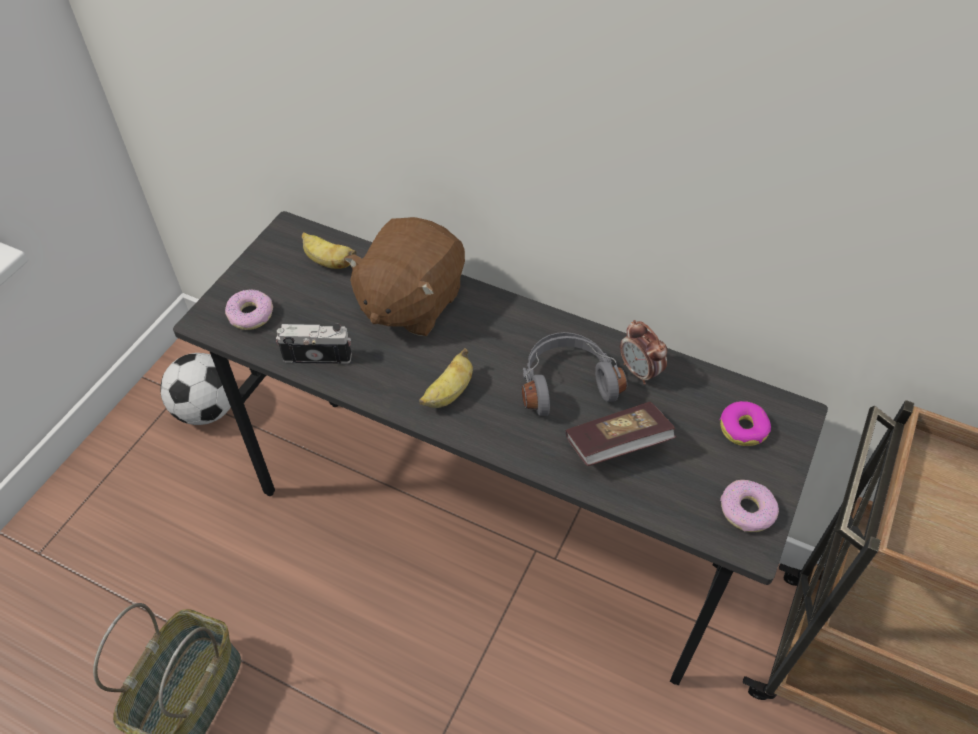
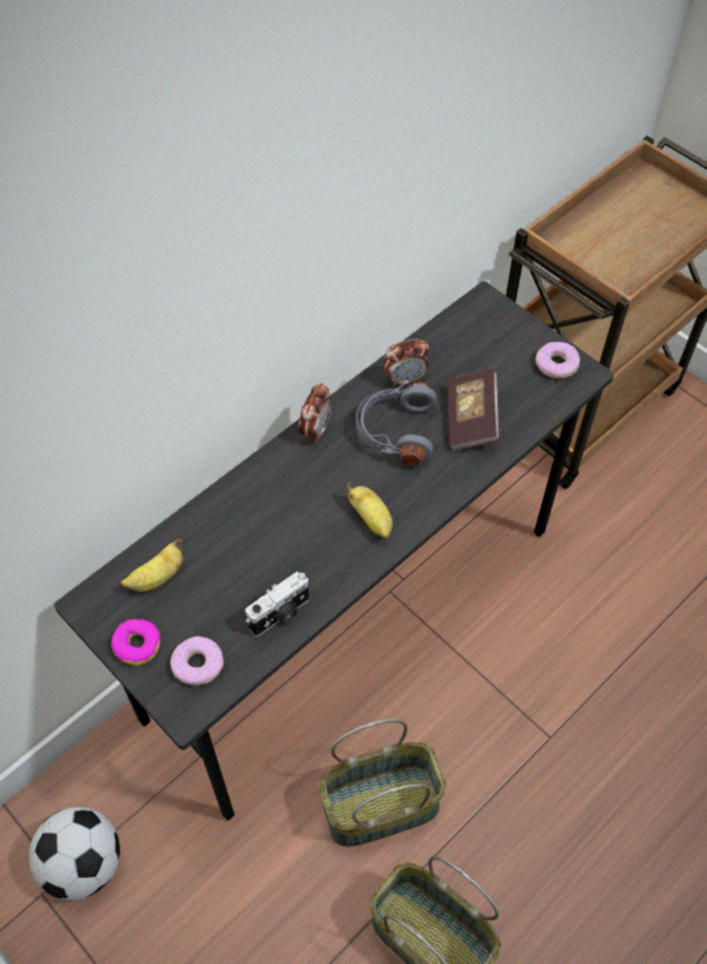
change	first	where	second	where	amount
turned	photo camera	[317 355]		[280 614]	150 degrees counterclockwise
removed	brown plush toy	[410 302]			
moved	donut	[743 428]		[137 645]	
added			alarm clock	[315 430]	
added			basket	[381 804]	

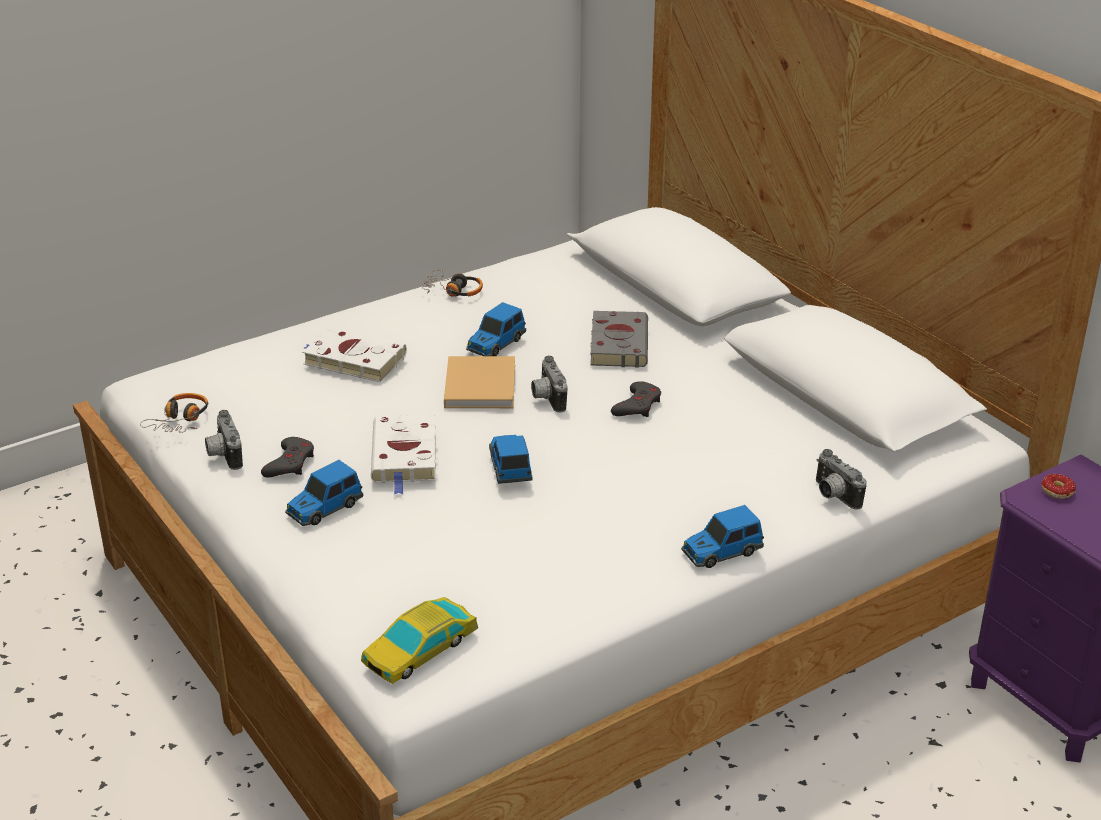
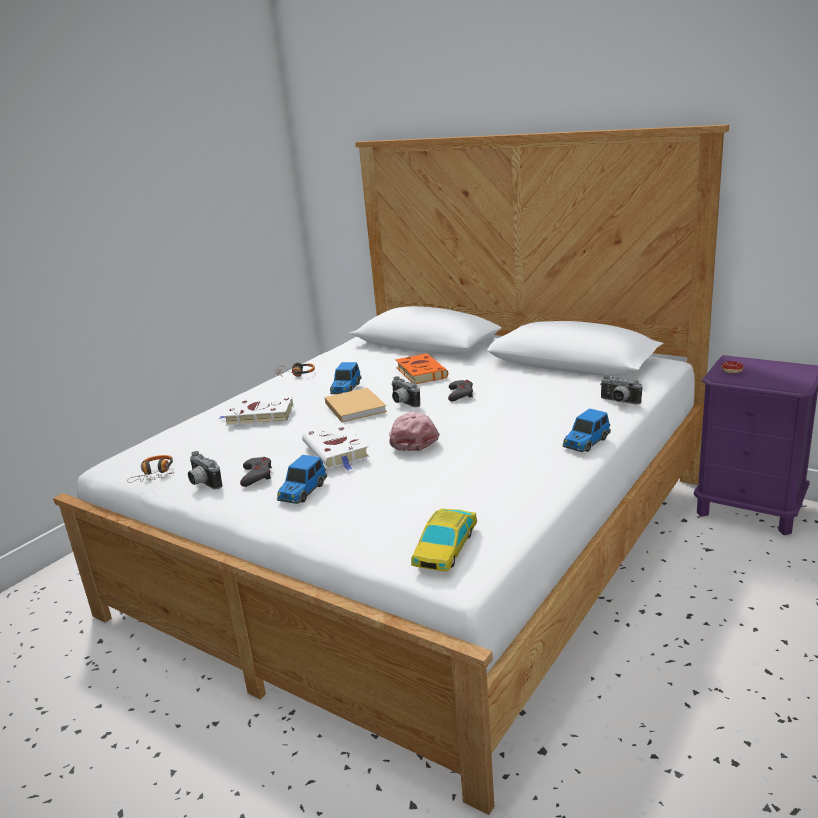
change	first	where	second	where	amount
replaced	toy car	[510 467]	pink cap	[412 439]	
recoloured	grey book	[618 343]	orange book	[420 372]	

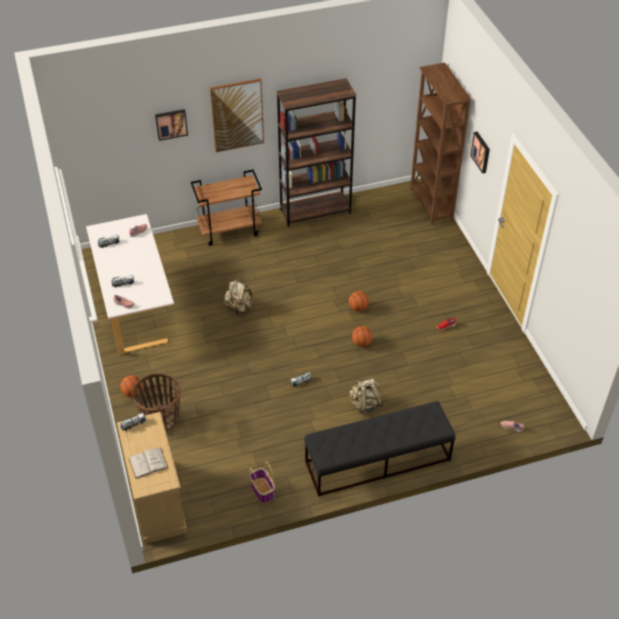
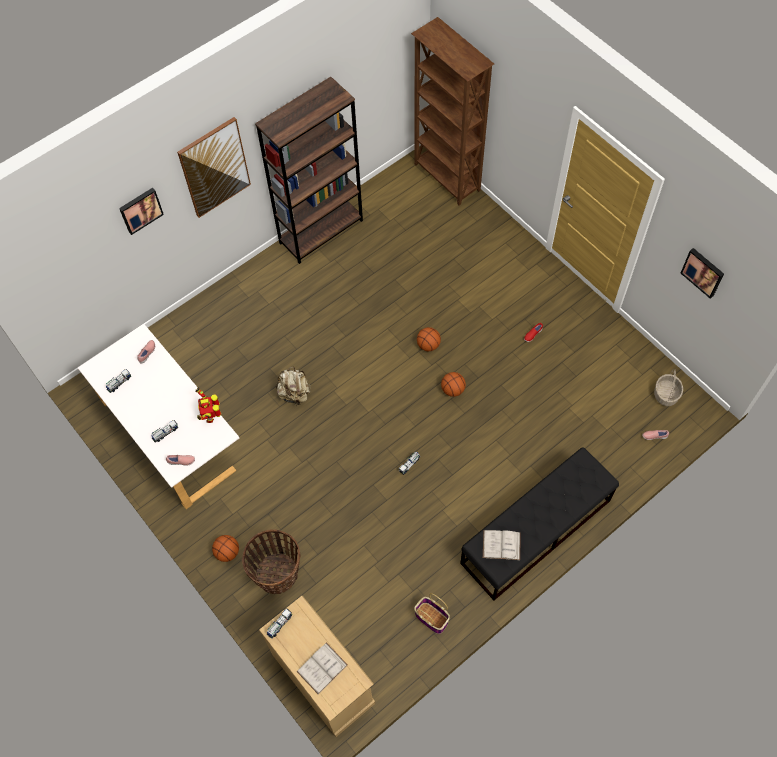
change	first	where	second	where	amount
removed	brown cart	[230 230]			
removed	beige backpack	[365 404]			
moved	picture	[481 152]		[703 272]	
added			toy robot	[211 416]	
added			white book	[501 545]	
added			basket	[666 395]	

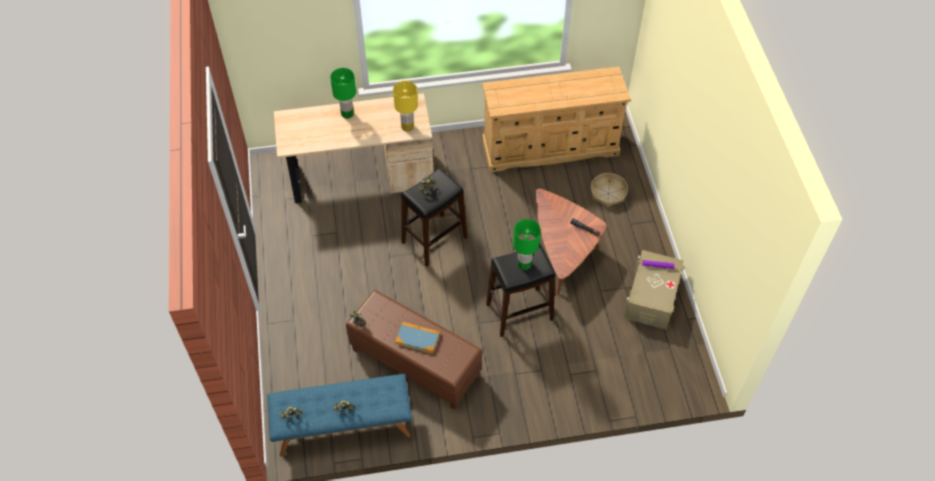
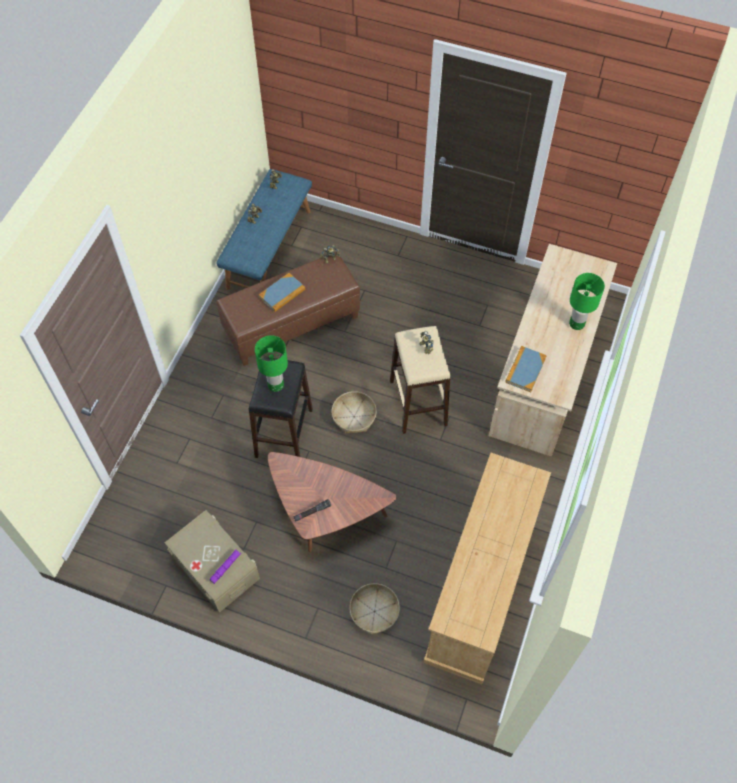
change	first	where	second	where	amount
replaced	yellow table lamp	[408 127]	book	[525 370]	
recoloured	black stool	[434 240]	beige stool	[418 403]	
added			basket	[354 416]	

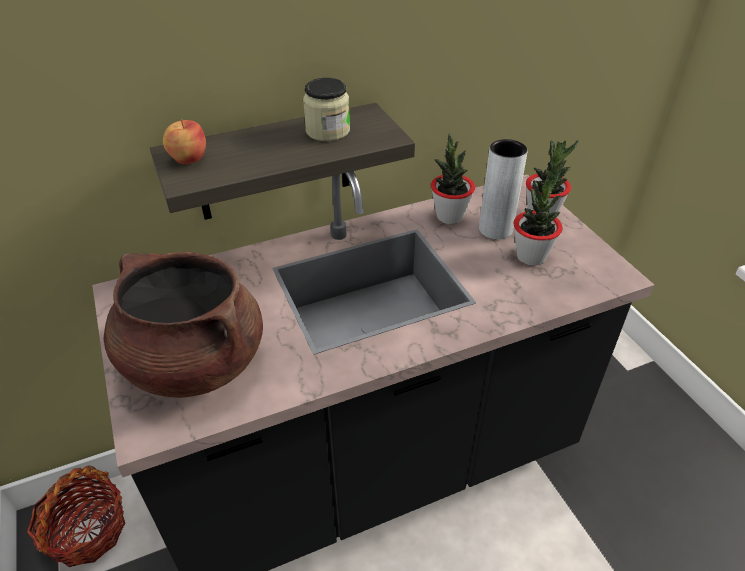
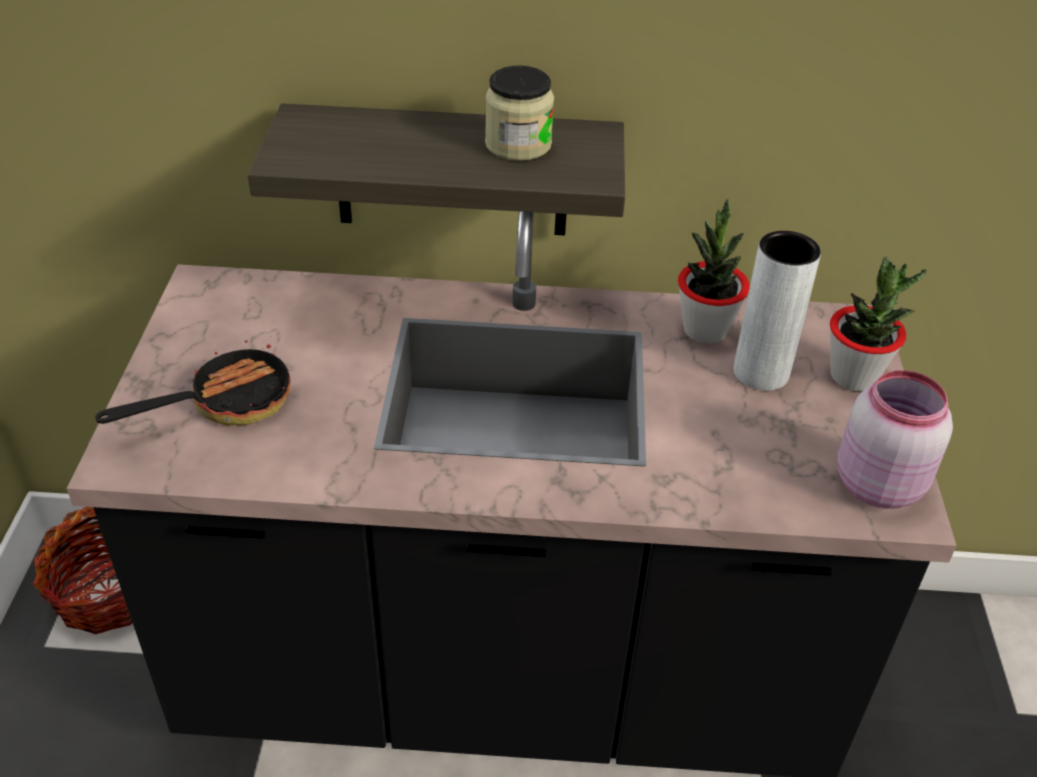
change	first	where	second	where	amount
replaced	brown cooking pot	[194 362]	frying pan	[226 402]	
removed	apple	[188 158]			
removed	potted plant	[531 256]			
added			pink jar	[876 482]	

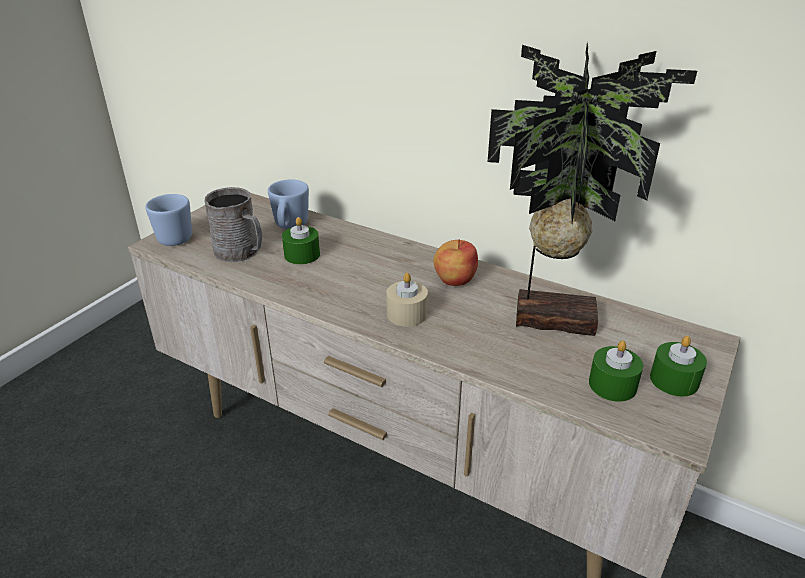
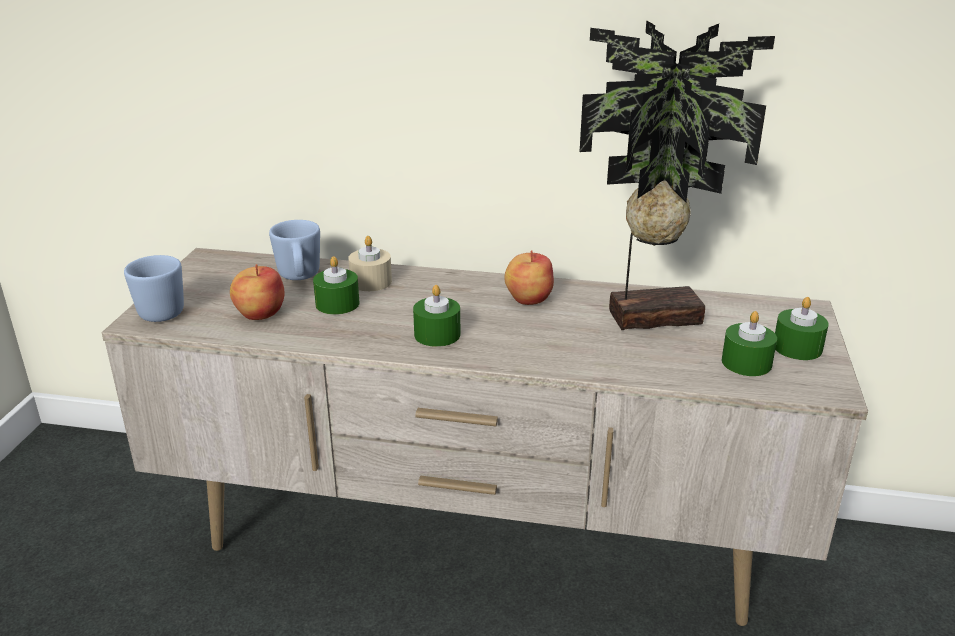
change	first	where	second	where	amount
replaced	grey mug	[241 252]	apple	[260 313]	
moved	beige candle	[407 314]		[371 281]	
added			green candle	[437 334]	

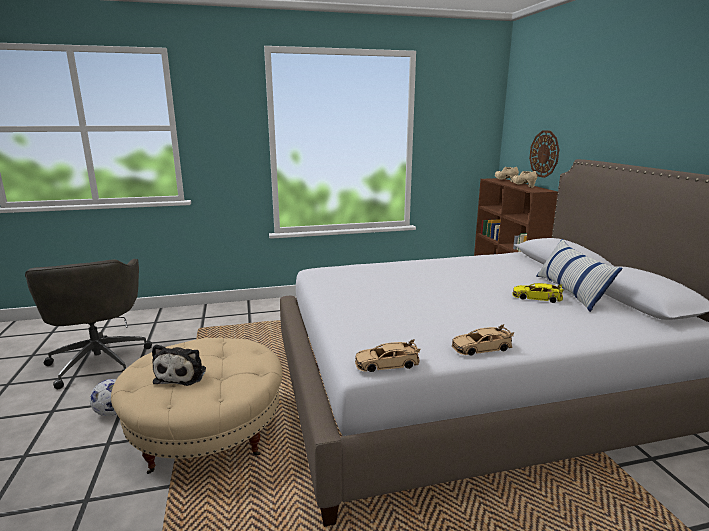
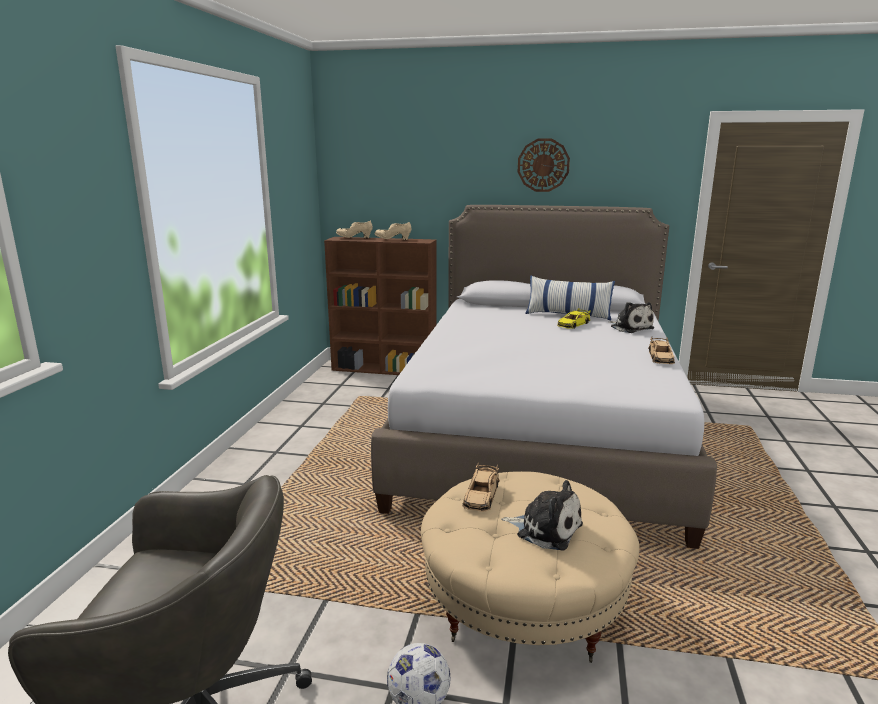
change	first	where	second	where	amount
moved	beige toy car	[387 364]		[481 495]	
moved	wall clock	[544 154]		[543 165]	
added			plush toy	[630 328]	

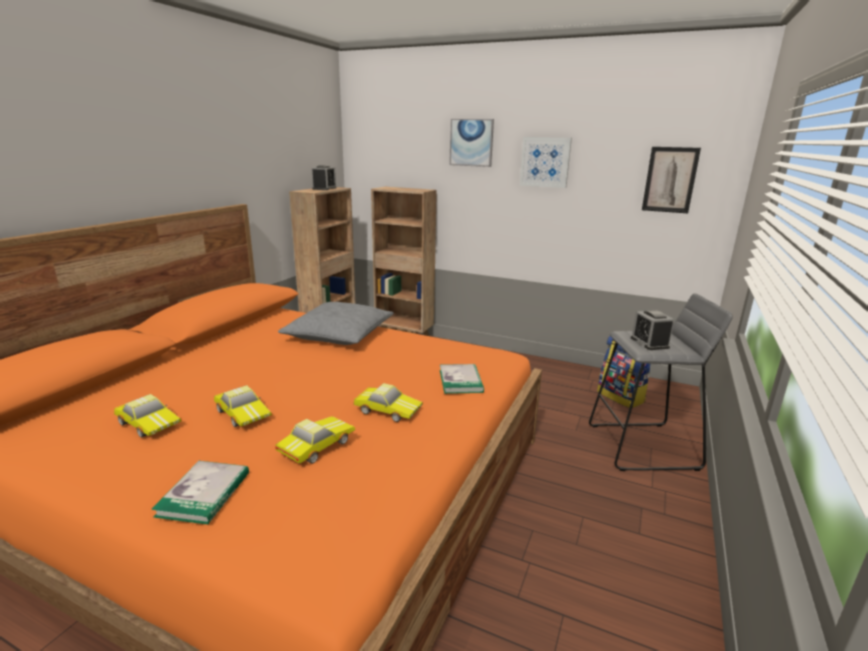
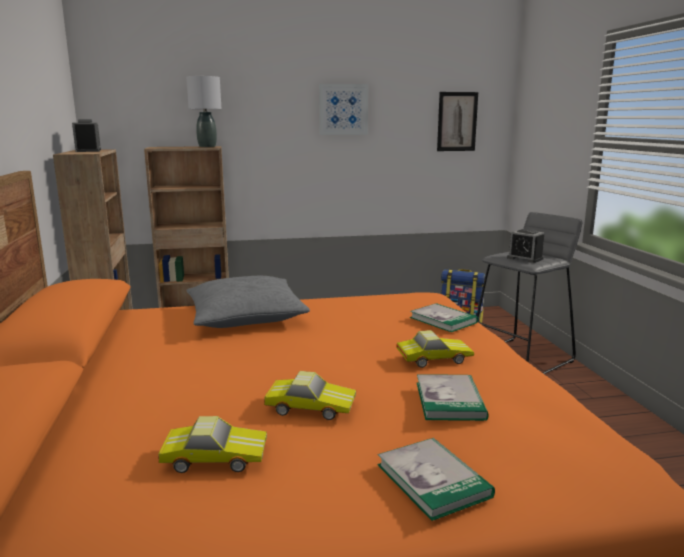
change	first	where	second	where	amount
replaced	toy car	[315 445]	book	[449 400]	
removed	picture	[471 142]			
added			grey table lamp	[207 146]	

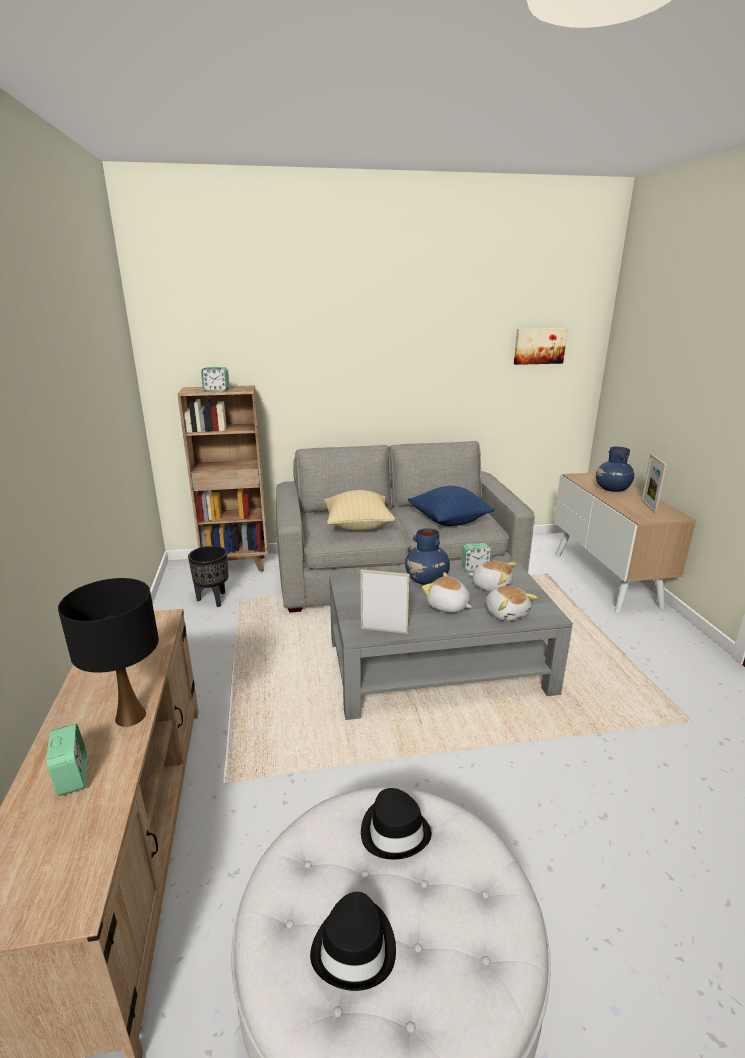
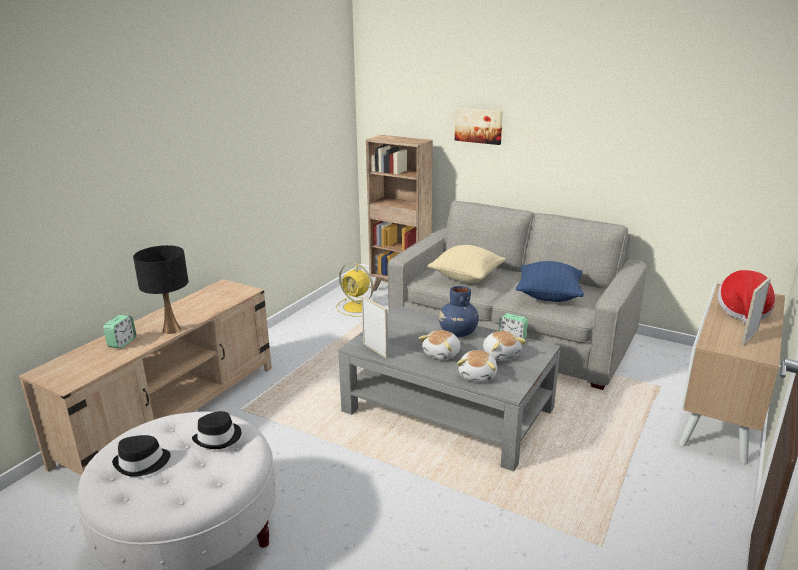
change	first	where	second	where	amount
replaced	black planter	[213 599]	yellow fan	[358 307]	
removed	alarm clock	[216 390]			
turned	plush toy	[447 606]		[442 354]	135 degrees counterclockwise
moved	picture	[539 346]		[479 125]	
replaced	blue vase	[612 489]	hat	[742 312]	

